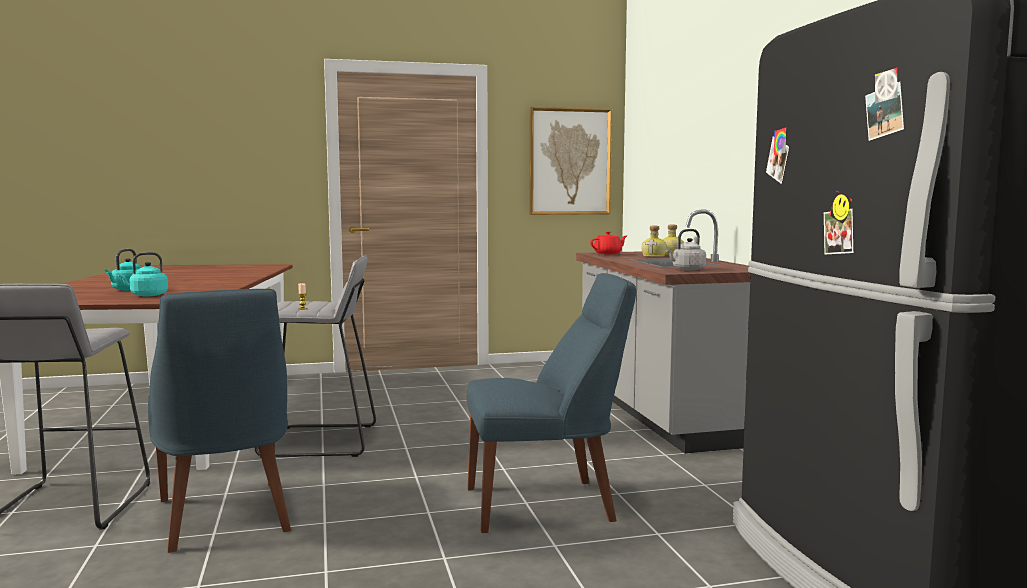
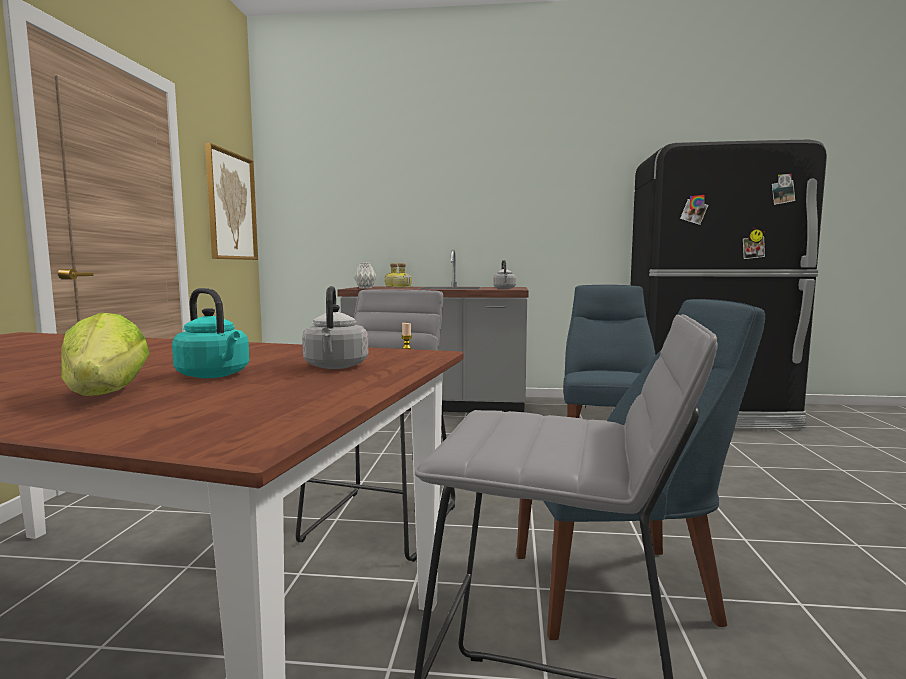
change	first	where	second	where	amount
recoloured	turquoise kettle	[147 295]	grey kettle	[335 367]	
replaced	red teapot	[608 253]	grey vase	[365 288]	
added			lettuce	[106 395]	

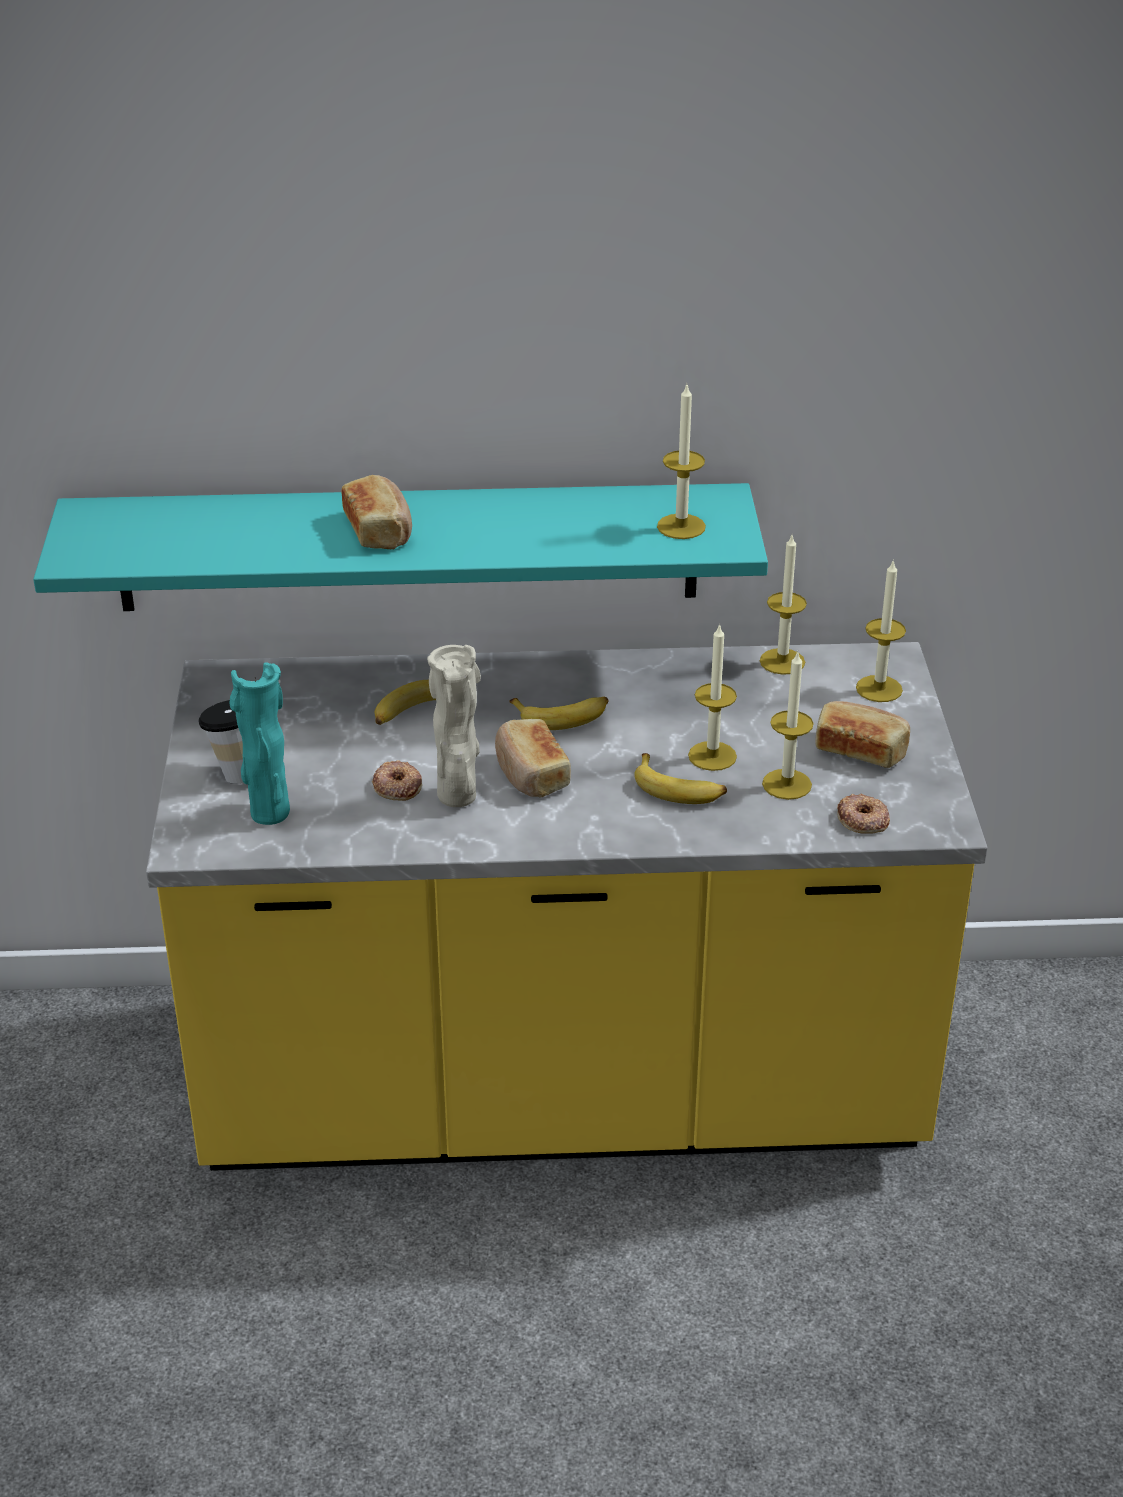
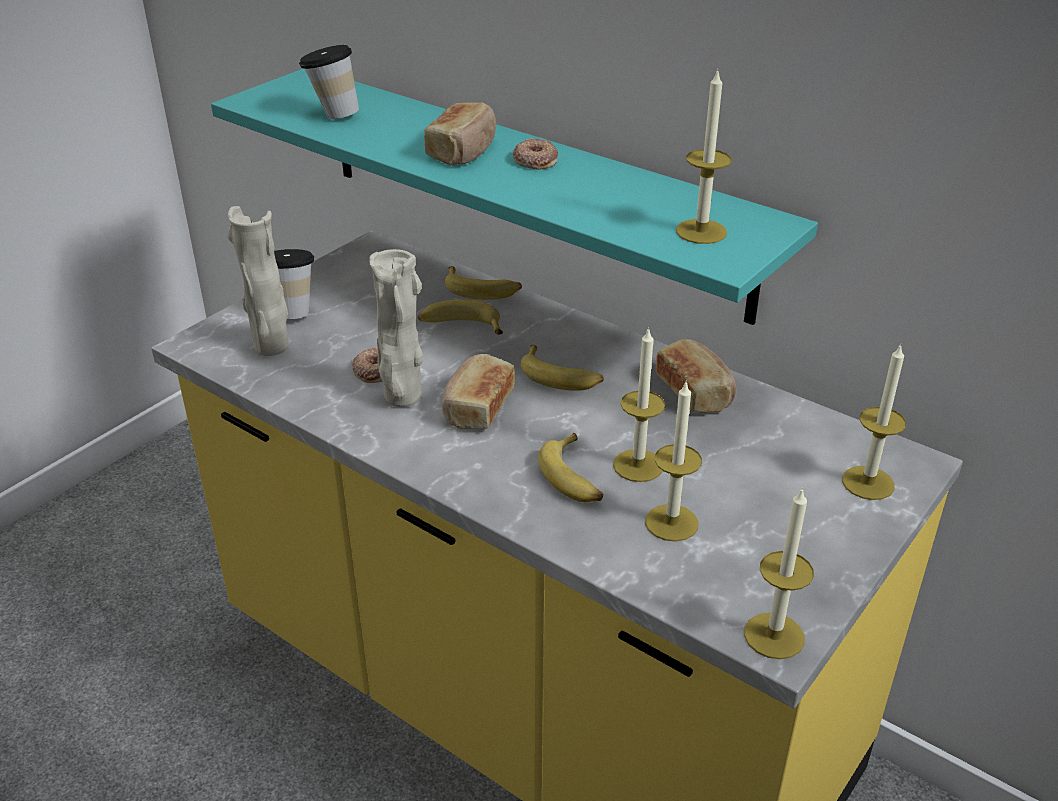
change	first	where	second	where	amount
recoloured	turquoise vase	[268 812]	beige vase	[272 346]	
moved	candle	[782 661]		[774 636]	
moved	bread	[860 749]		[695 391]	
moved	donut	[862 820]		[535 160]	
added			cup	[333 115]	
added			banana	[482 290]	

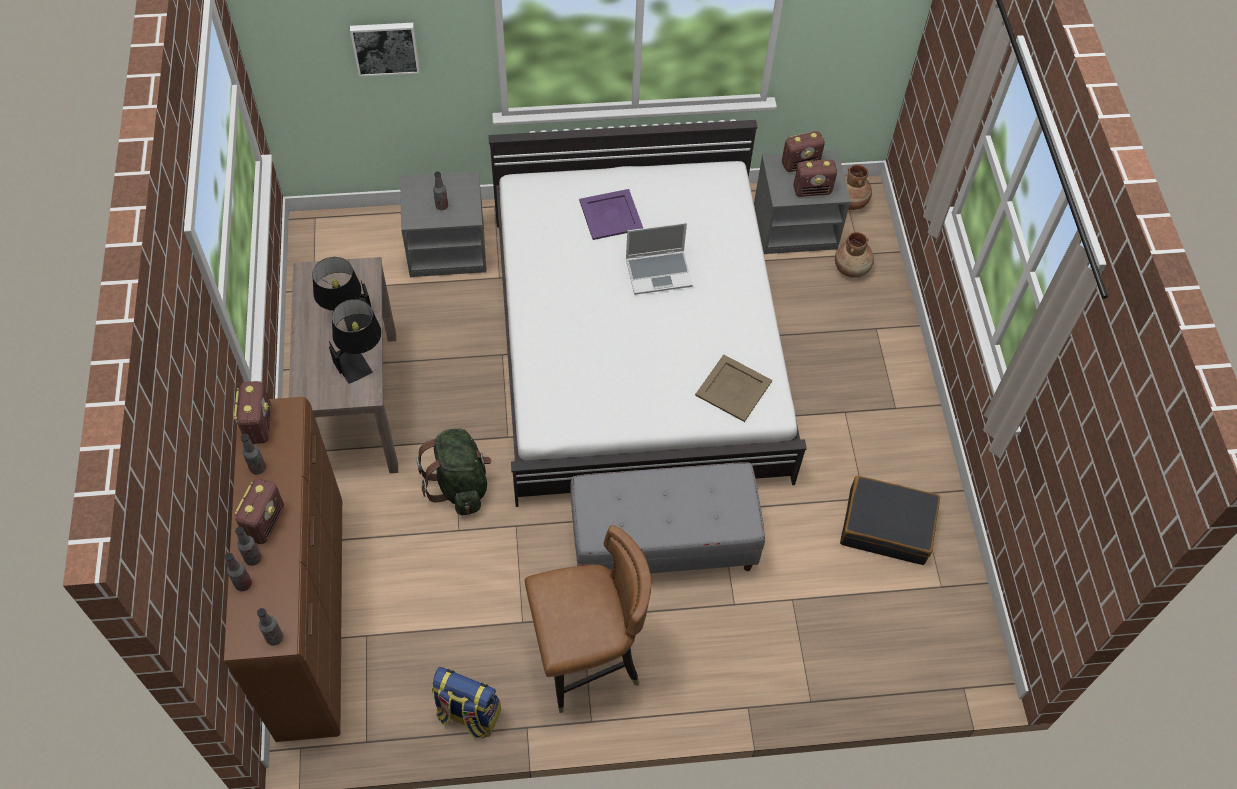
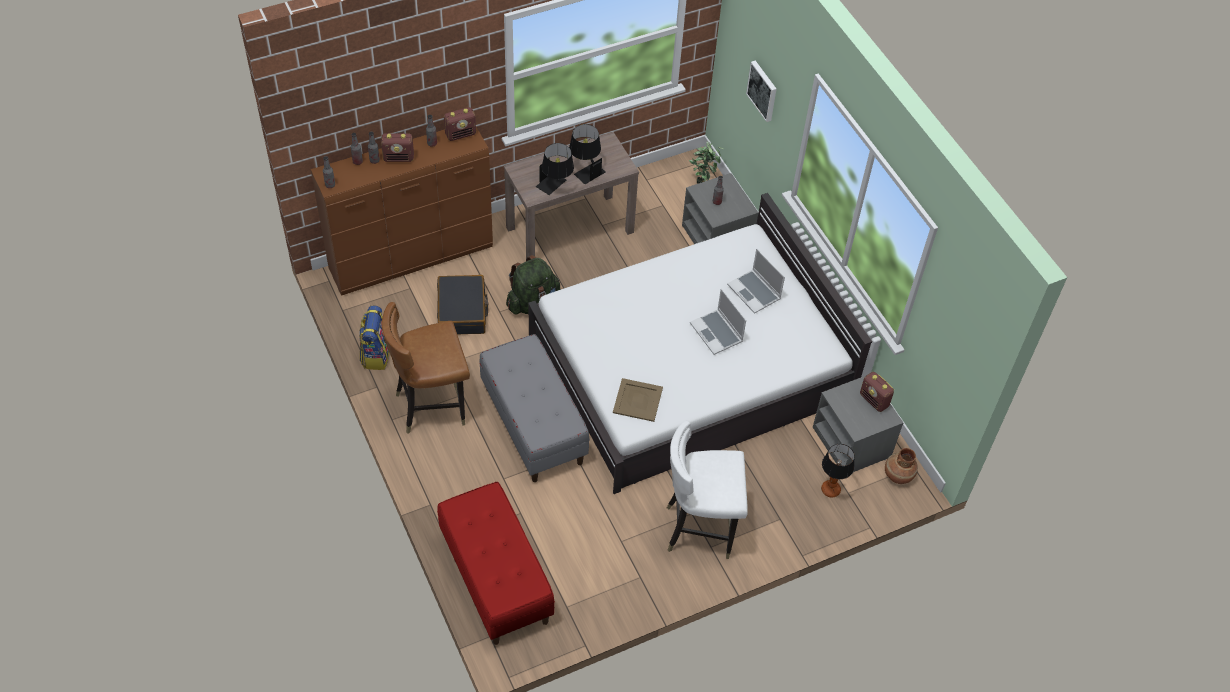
change	first	where	second	where	amount
turned	brown chair	[587 662]		[431 406]	105 degrees clockwise
replaced	purple tray	[611 214]	laptop	[755 292]	
removed	radio	[812 190]			
replaced	brown vase	[851 268]	table lamp	[831 490]	
moved	black suitcase	[887 526]		[462 311]	
added			red bench	[495 579]	
added			white chair	[699 529]	
added			potted plant	[703 179]	

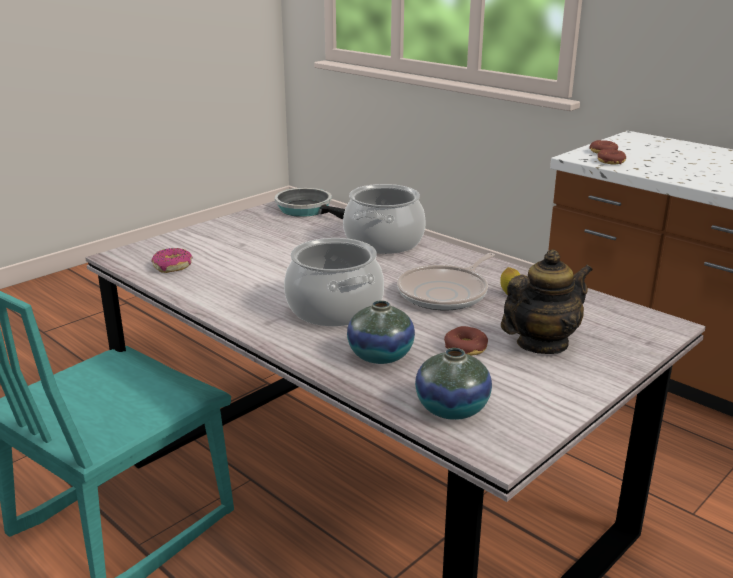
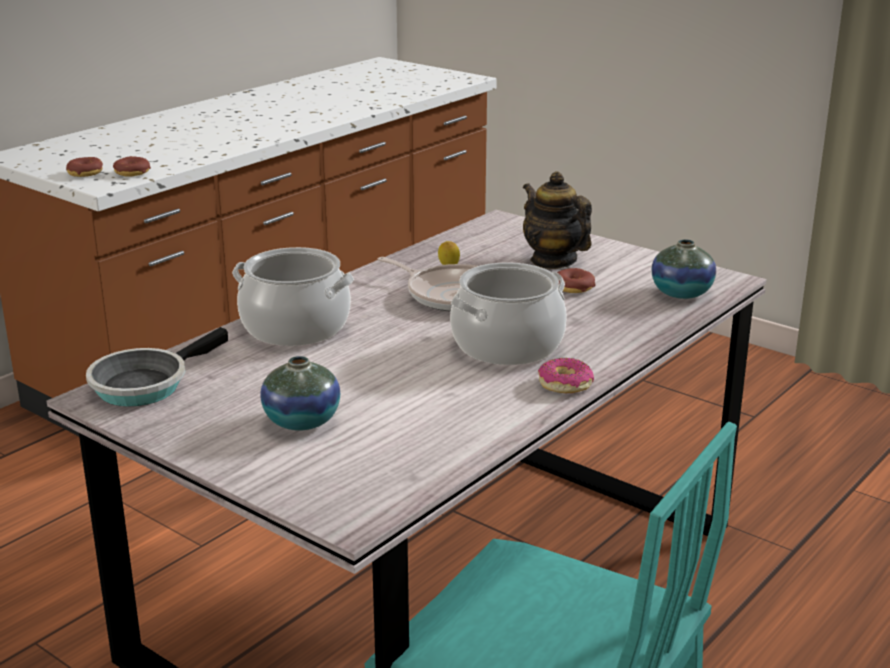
change	first	where	second	where	amount
moved	donut	[173 266]		[564 384]	
moved	vase	[380 356]		[302 421]	

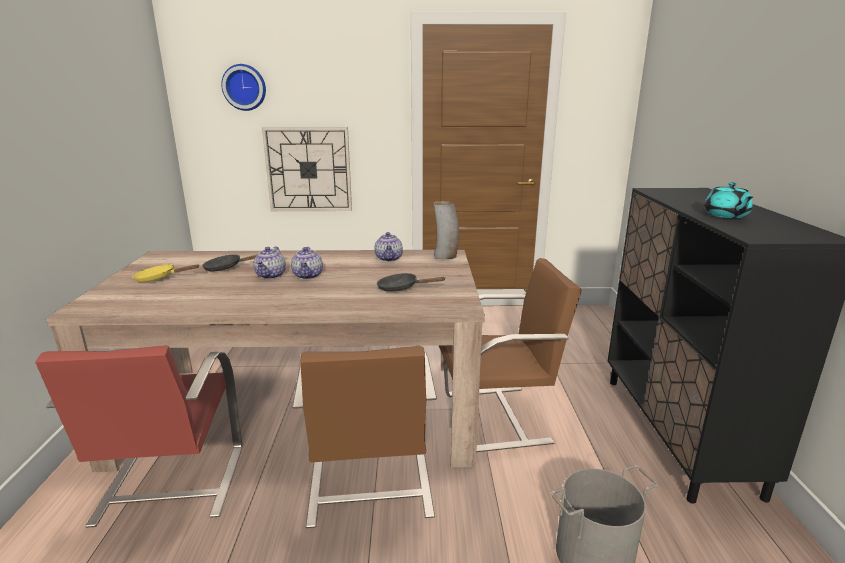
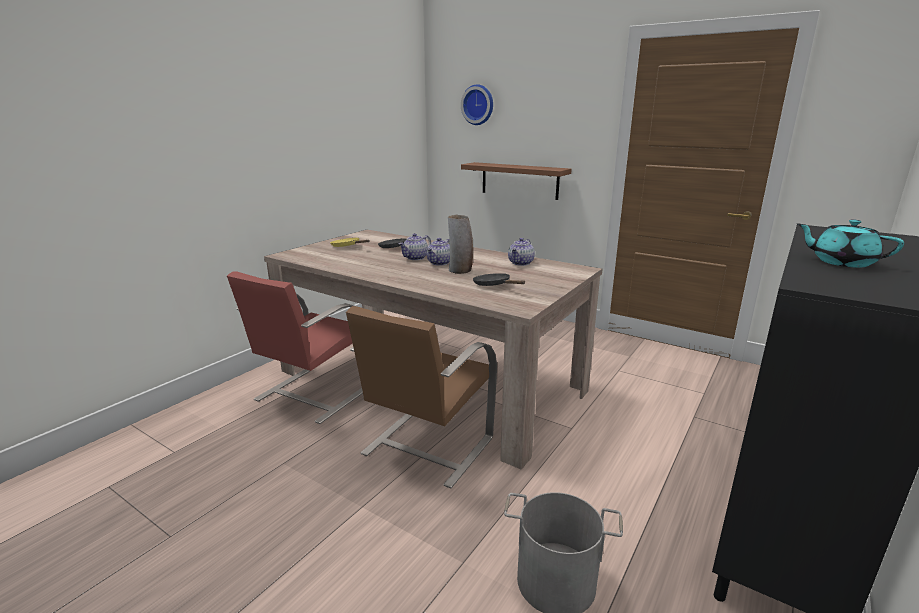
change	first	where	second	where	amount
replaced	wall clock	[308 169]	brown shelf	[519 180]	
moved	vase	[445 256]		[460 270]	
removed	brown chair	[498 417]			
turned	turquoise teapot	[726 215]		[841 262]	90 degrees clockwise

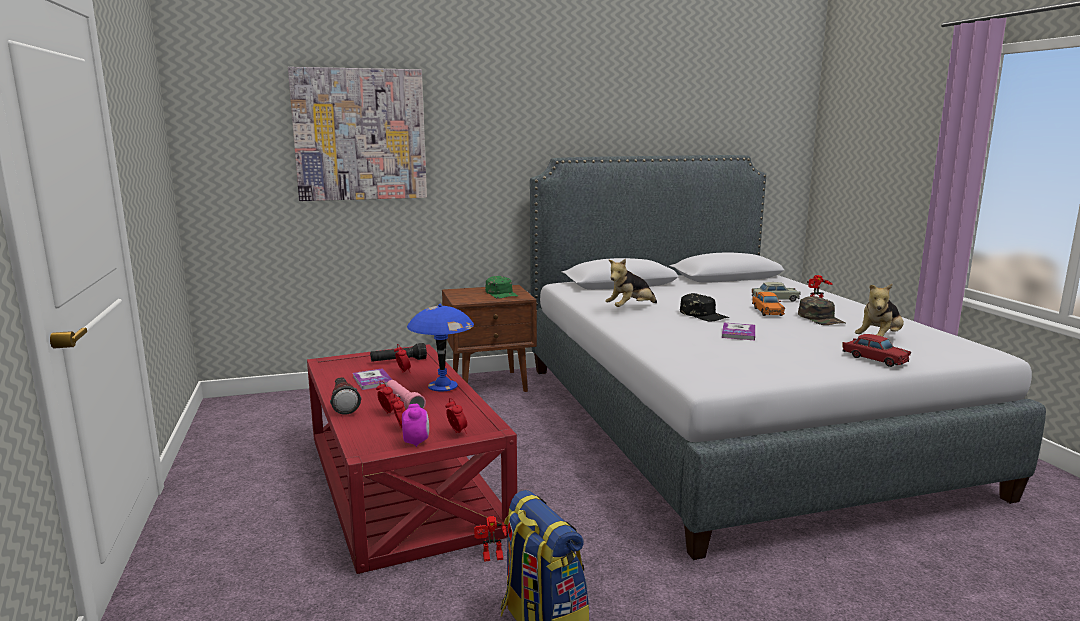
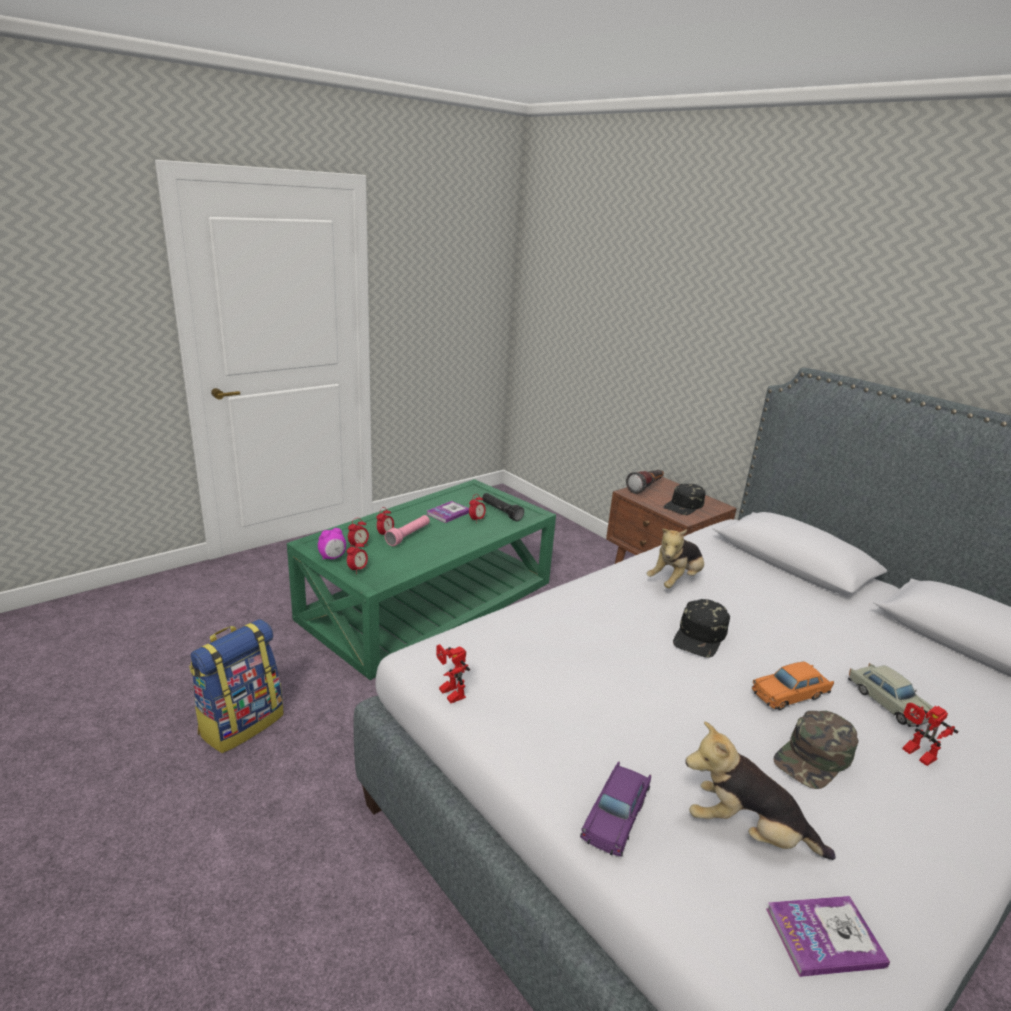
change	first	where	second	where	amount
removed	picture	[360 135]			
recoloured	red coffee table	[400 481]	green coffee table	[428 599]	
moved	flashlight	[344 404]		[646 488]	
removed	blue table lamp	[442 386]			
moved	toy robot	[491 558]		[448 693]	
recoloured	green cap	[502 294]	black cap	[684 505]	
turned	plush toy	[630 308]		[675 581]	75 degrees counterclockwise
moved	book	[738 333]		[824 937]	
recoloured	red toy car	[874 359]	purple toy car	[616 816]	

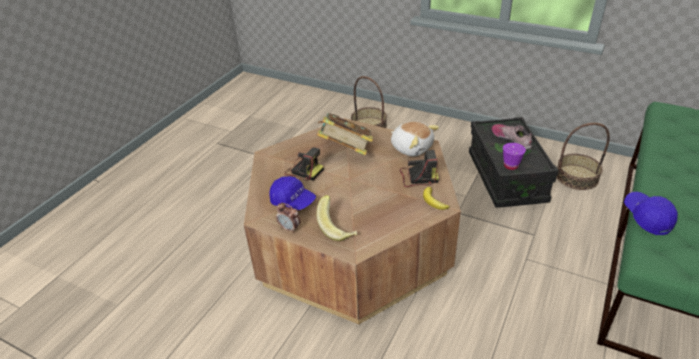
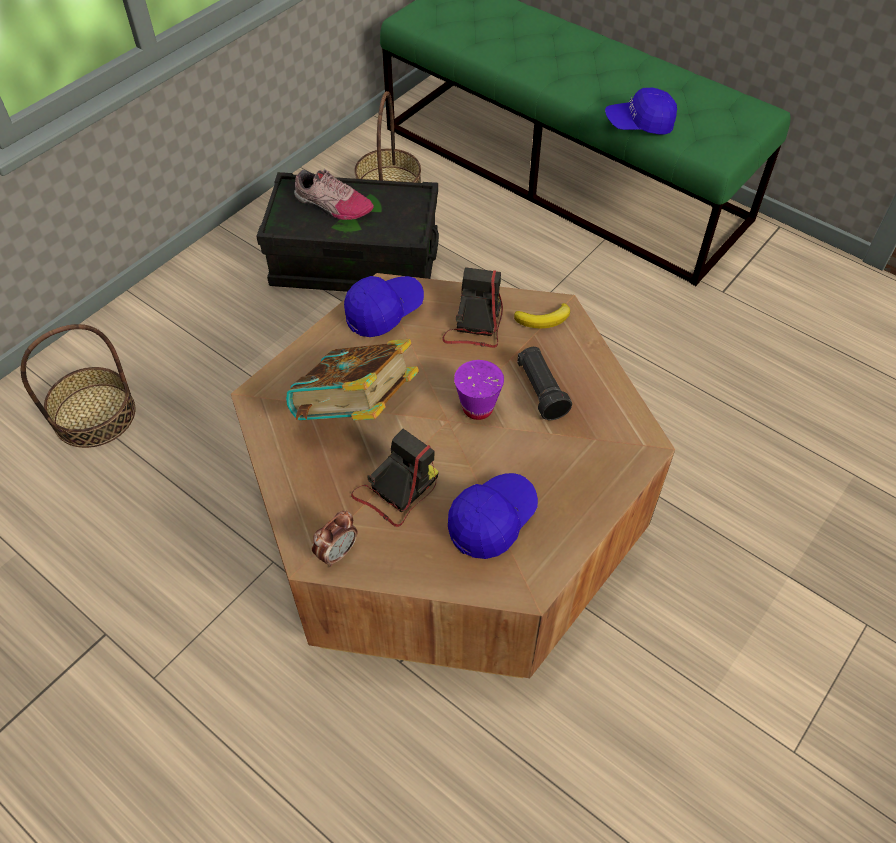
change	first	where	second	where	amount
moved	alarm clock	[289 228]		[337 553]	
removed	banana	[338 228]			
replaced	plush toy	[411 147]	blue cap	[384 312]	
turned	shoe	[511 139]		[332 205]	135 degrees counterclockwise
moved	purple cup	[511 166]		[477 408]	
added			black flashlight	[541 391]	

